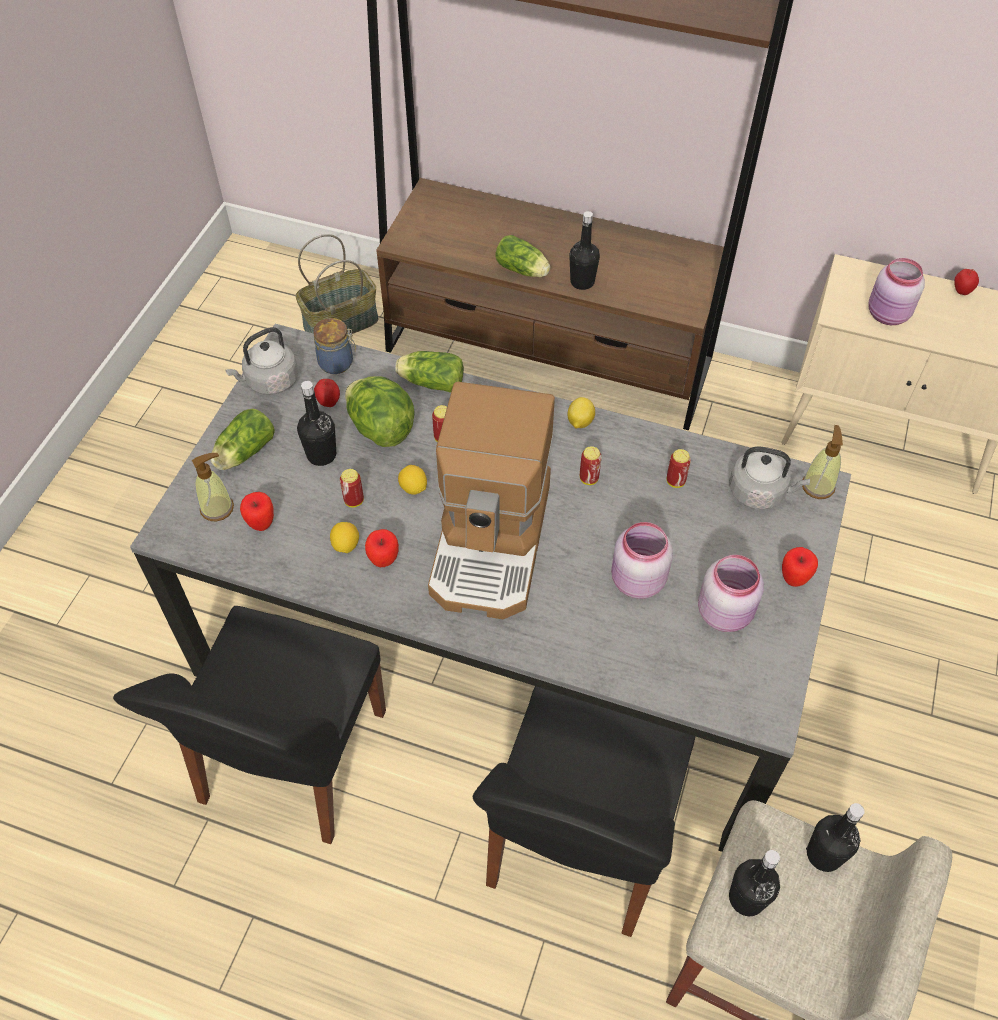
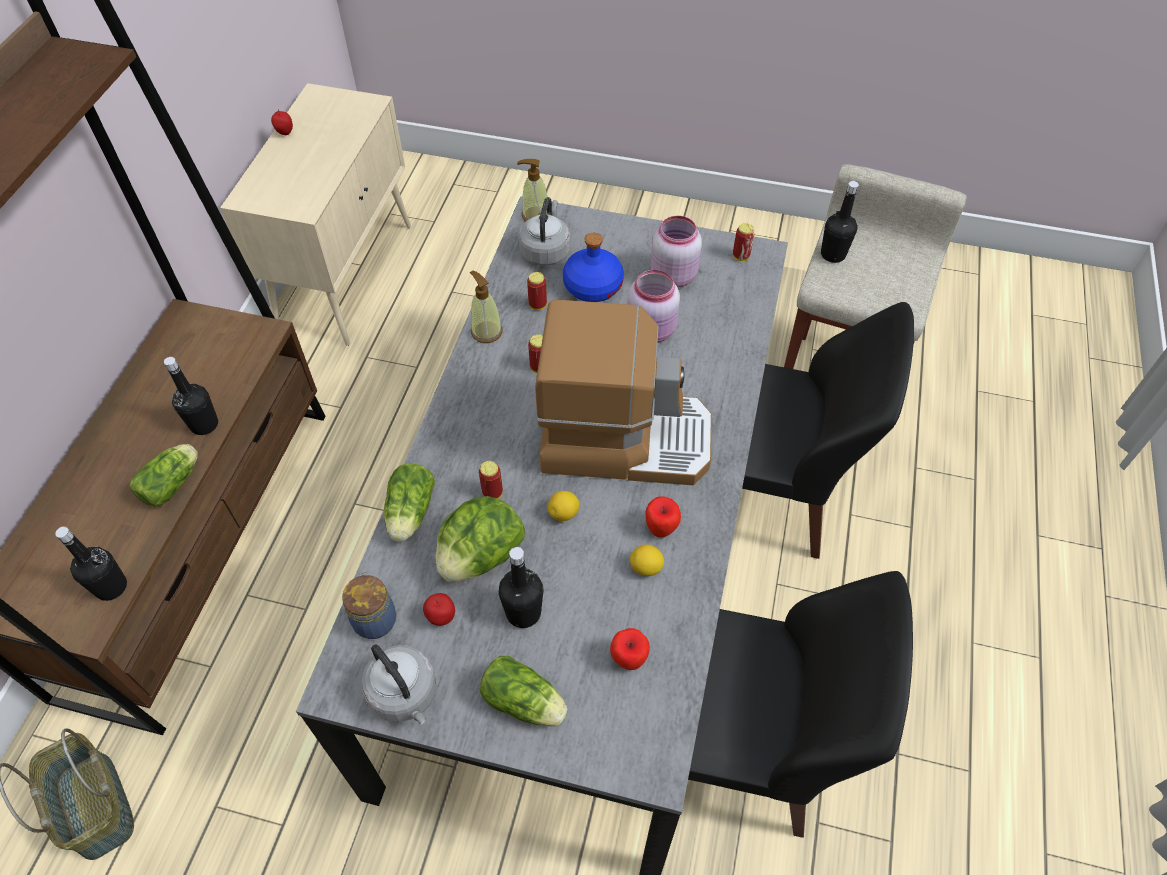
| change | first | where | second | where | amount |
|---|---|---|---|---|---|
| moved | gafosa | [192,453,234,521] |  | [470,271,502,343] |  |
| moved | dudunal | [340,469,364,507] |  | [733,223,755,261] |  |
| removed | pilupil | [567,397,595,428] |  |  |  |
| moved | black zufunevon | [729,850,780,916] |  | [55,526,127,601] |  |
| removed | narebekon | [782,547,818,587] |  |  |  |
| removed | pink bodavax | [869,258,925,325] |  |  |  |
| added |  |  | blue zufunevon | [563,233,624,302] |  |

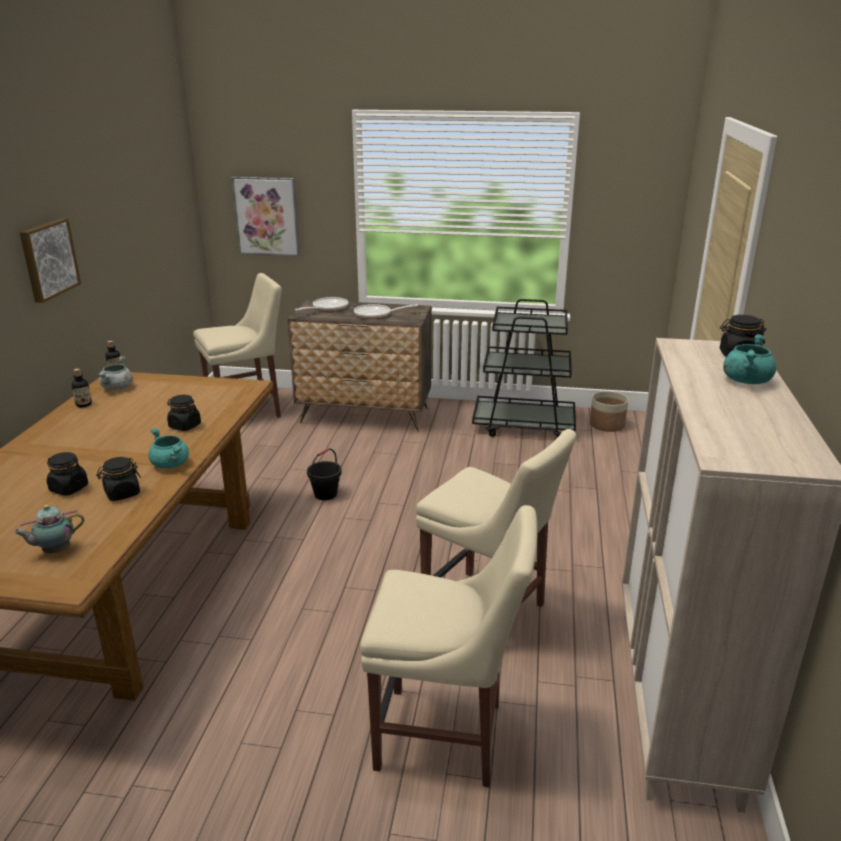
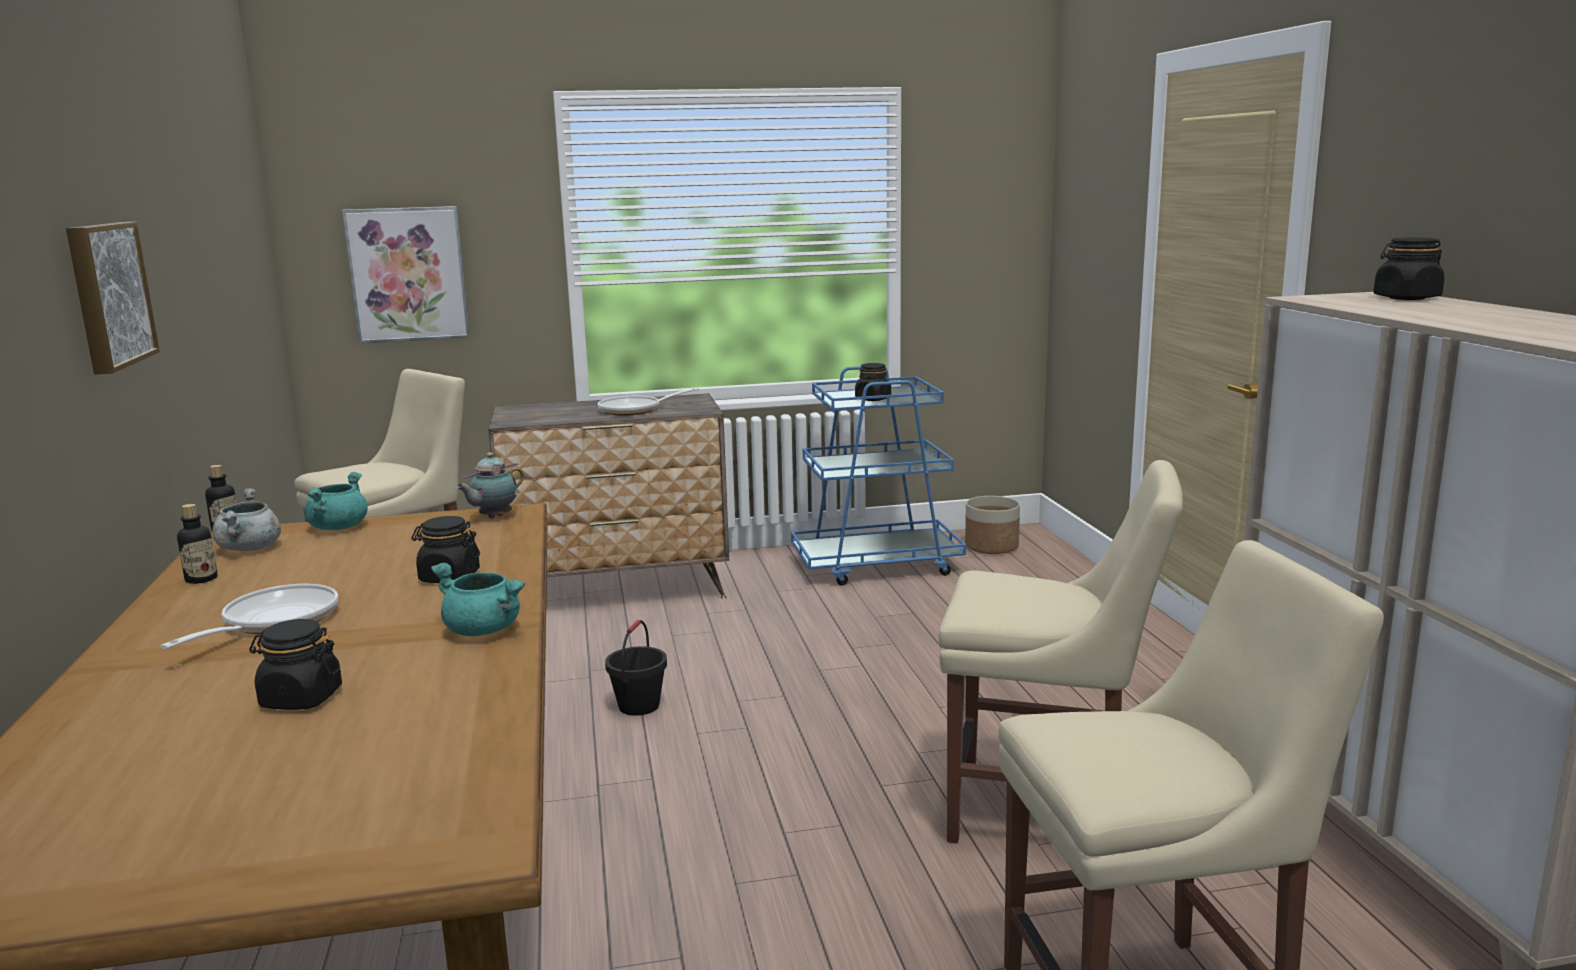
| change | first | where | second | where | amount |
|---|---|---|---|---|---|
| moved | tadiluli | [14,505,84,553] |  | [456,452,524,519] |  |
| moved | black bodavax | [96,457,141,501] |  | [855,363,891,401] |  |
| moved | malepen | [295,297,348,312] |  | [160,584,338,649] |  |
| recoloured | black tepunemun | [472,299,576,438] | blue tepunemun | [791,366,966,585] |  |
| moved | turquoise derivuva | [723,334,776,384] |  | [304,472,368,530] |  |

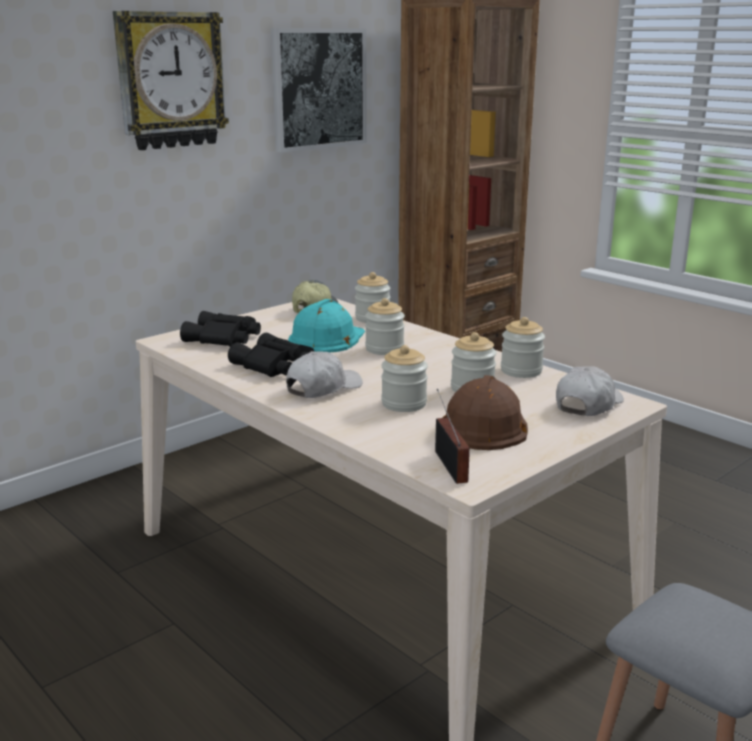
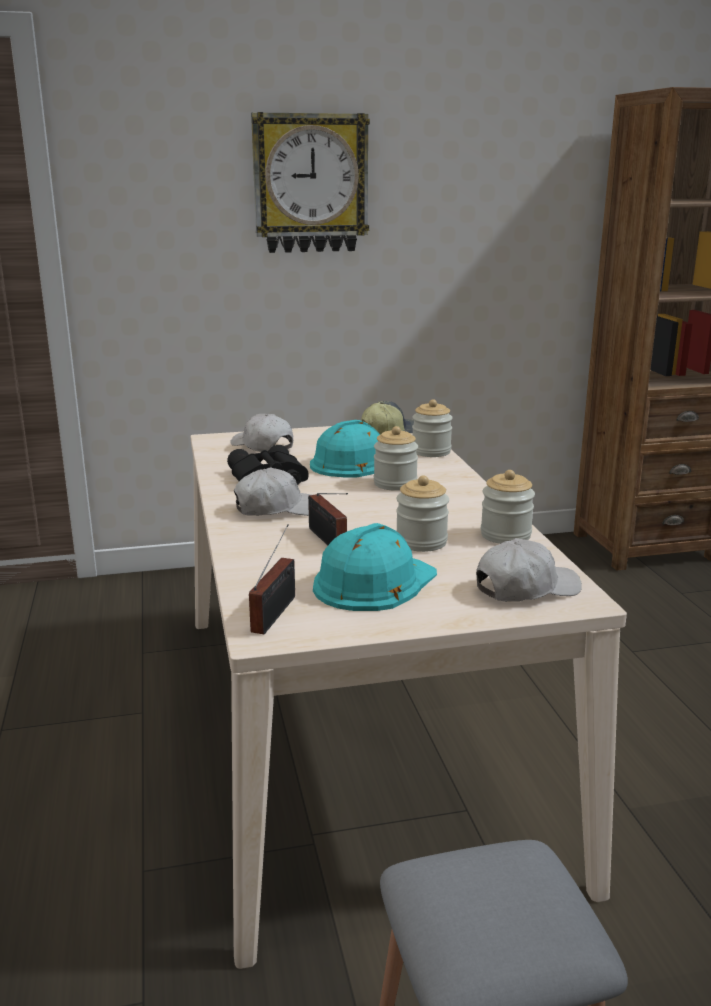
| change | first | where | second | where | amount |
|---|---|---|---|---|---|
| replaced | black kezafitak | [180,311,261,347] | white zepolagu | [230,414,293,452] |  |
| removed | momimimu | [271,28,367,152] |  |  |  |
| replaced | bodavax | [381,345,428,412] | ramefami | [308,493,348,546] |  |
| recoloured | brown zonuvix | [443,375,528,450] | turquoise zonuvix | [313,523,437,611] |  |

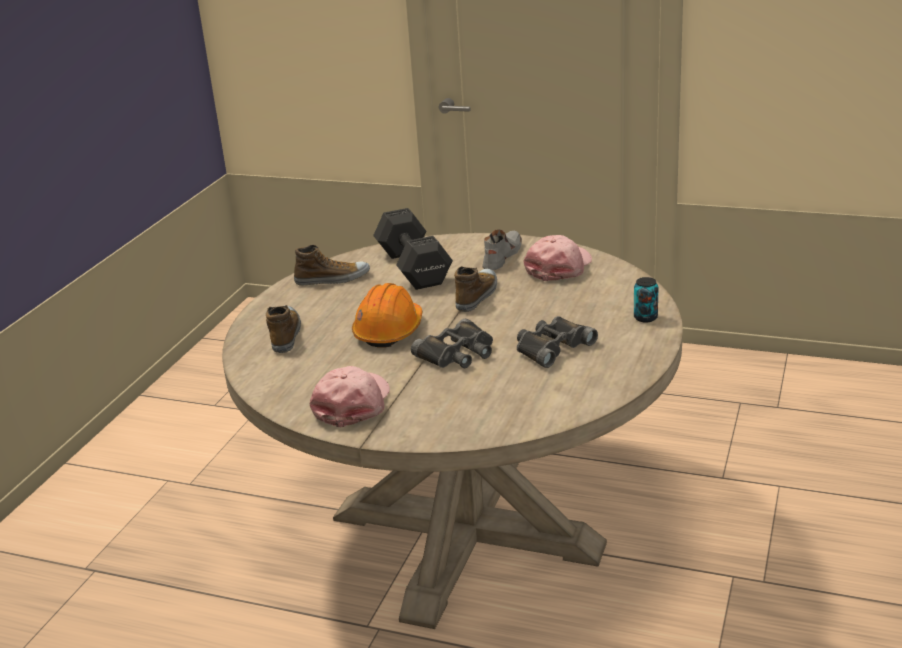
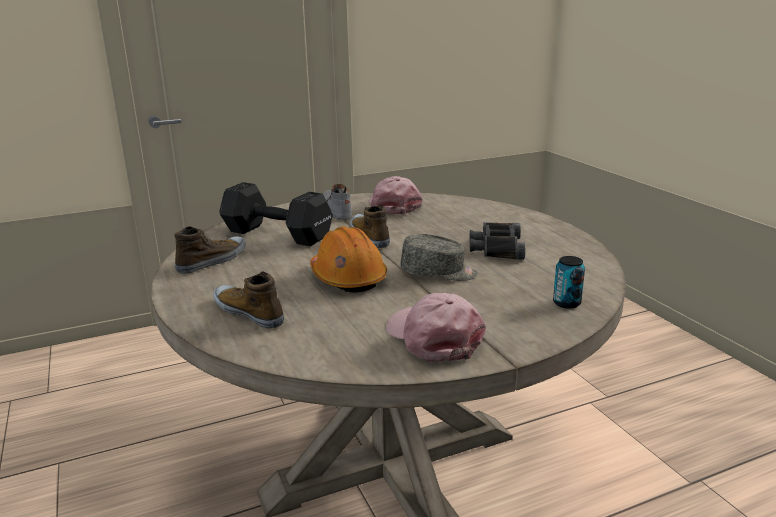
| change | first | where | second | where | amount |
|---|---|---|---|---|---|
| replaced | black kezafitak | [411,319,493,368] | grey zepolagu | [400,234,478,281] |  |
| moved | dudunal | [634,277,658,323] |  | [553,256,585,309] |  |

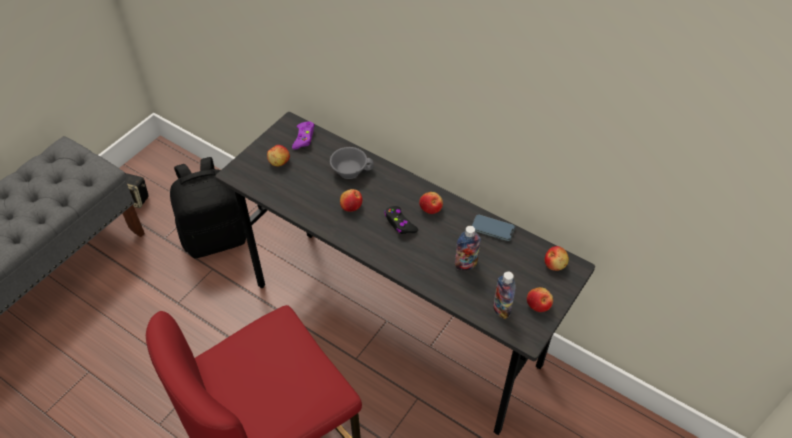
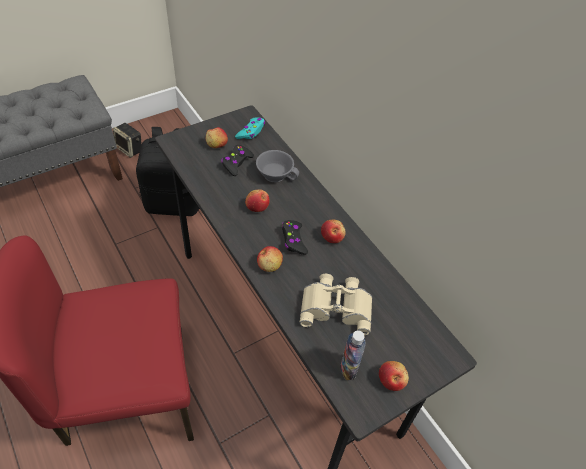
| change | first | where | second | where | amount |
|---|---|---|---|---|---|
| recoloured | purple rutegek | [292,122,315,150] | turquoise rutegek | [235,117,265,139] |  |
| replaced | zufunevon | [455,226,481,270] | beige kezafitak | [300,274,372,335] |  |
| removed | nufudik | [472,215,515,241] |  |  |  |
| moved | narebekon | [544,246,569,271] |  | [257,246,283,272] |  |
| added |  |  | black rutegek | [221,145,254,176] |  |

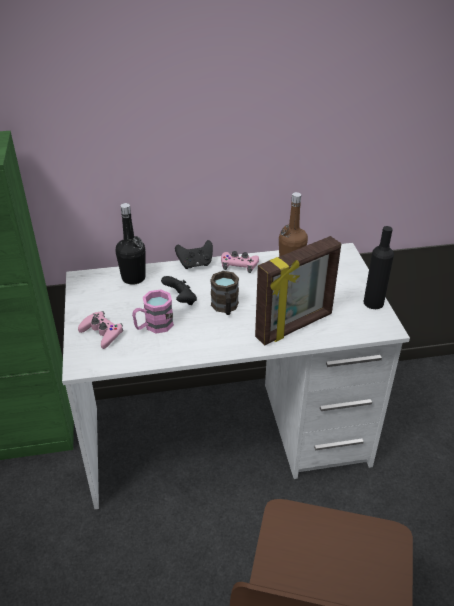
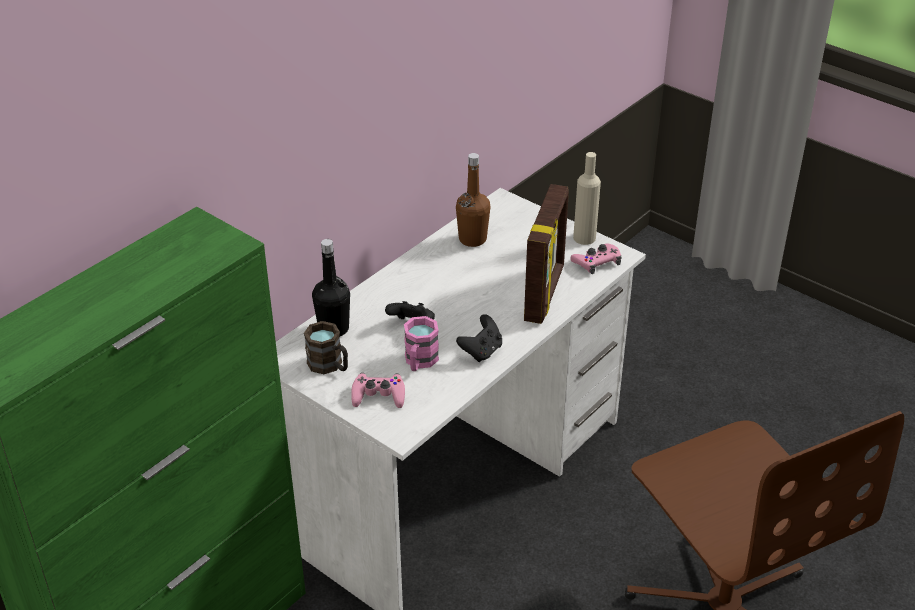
| change | first | where | second | where | amount |
|---|---|---|---|---|---|
| moved | black rutegek | [175,240,213,269] |  | [456,314,502,362] |  |
| moved | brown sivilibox | [210,271,239,315] |  | [304,321,348,374] |  |
| moved | pink rutegek | [221,251,259,273] |  | [571,243,622,274] |  |
| recoloured | black zufunevon | [363,226,394,309] | beige zufunevon | [573,152,601,245] |  |

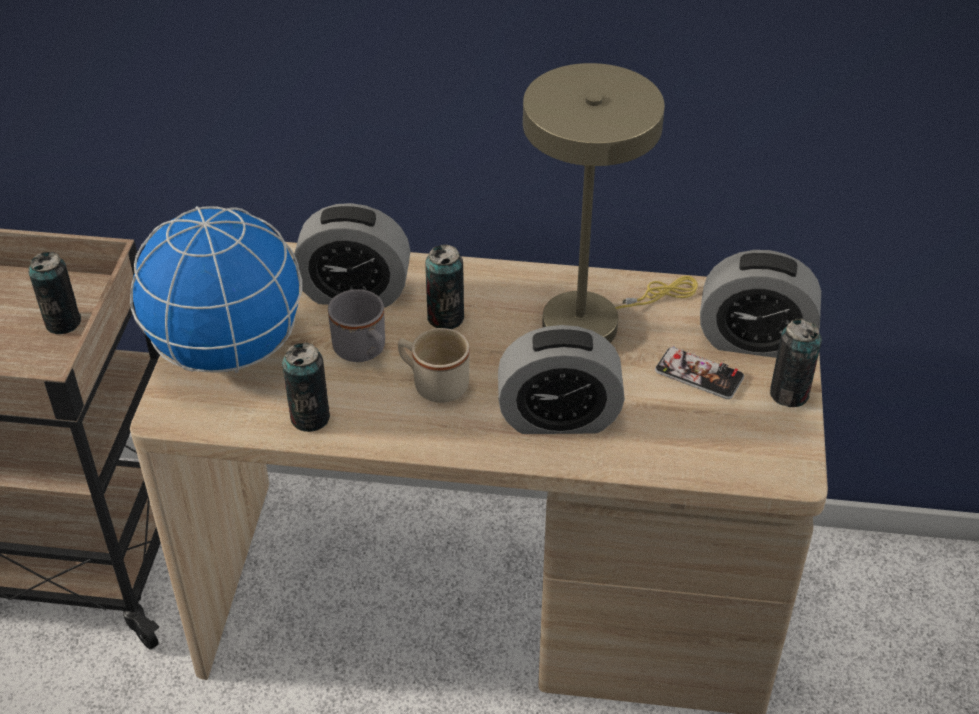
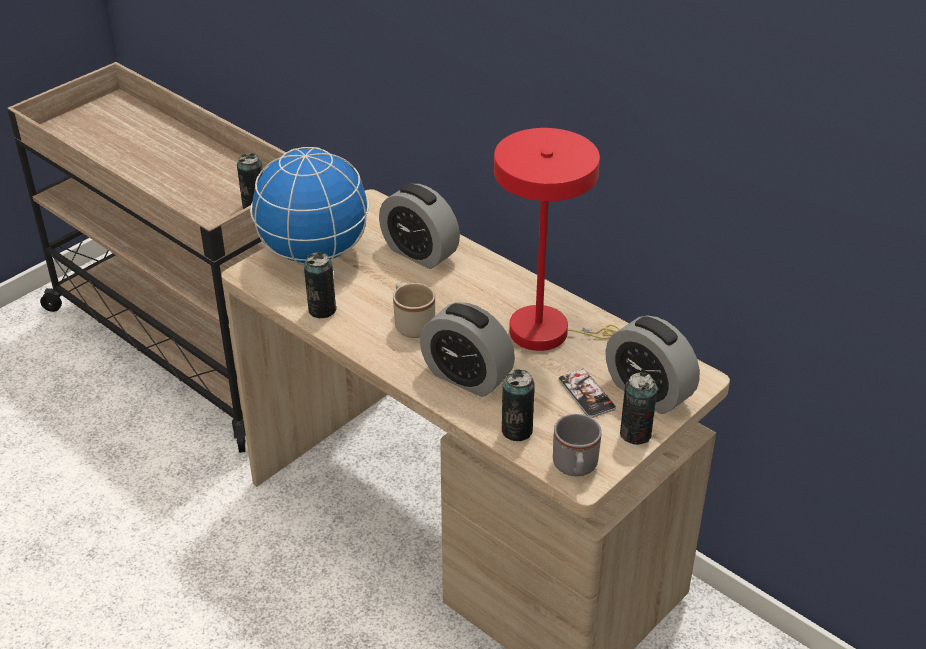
| change | first | where | second | where | amount |
|---|---|---|---|---|---|
| moved | grey sivilibox | [328,289,385,362] |  | [553,414,602,477] |  |
| moved | dudunal | [425,244,464,329] |  | [502,369,535,441] |  |
| recoloured | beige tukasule | [523,63,698,343] | red tukasule | [494,128,620,351] |  |

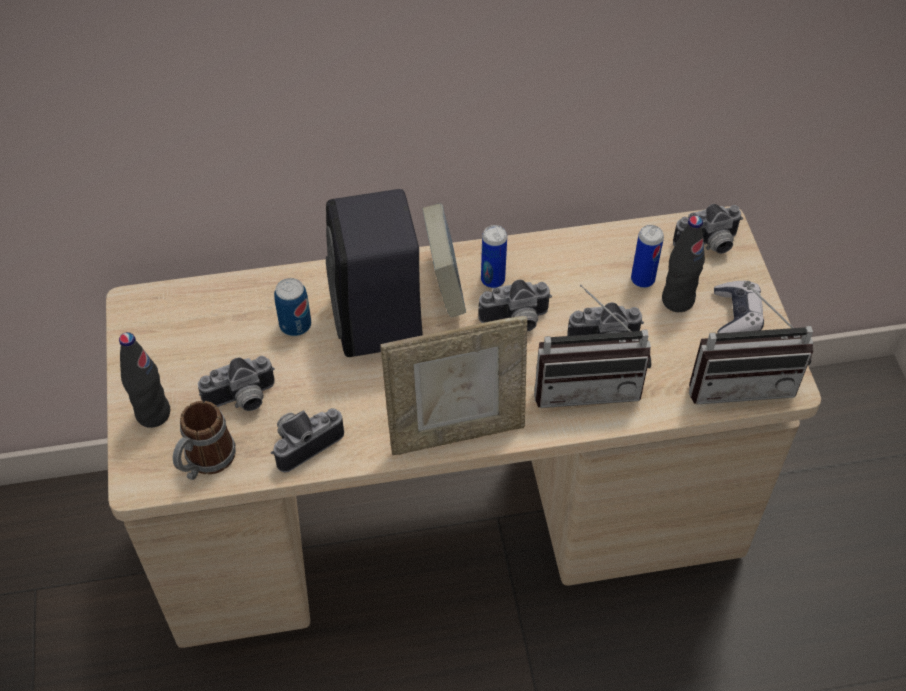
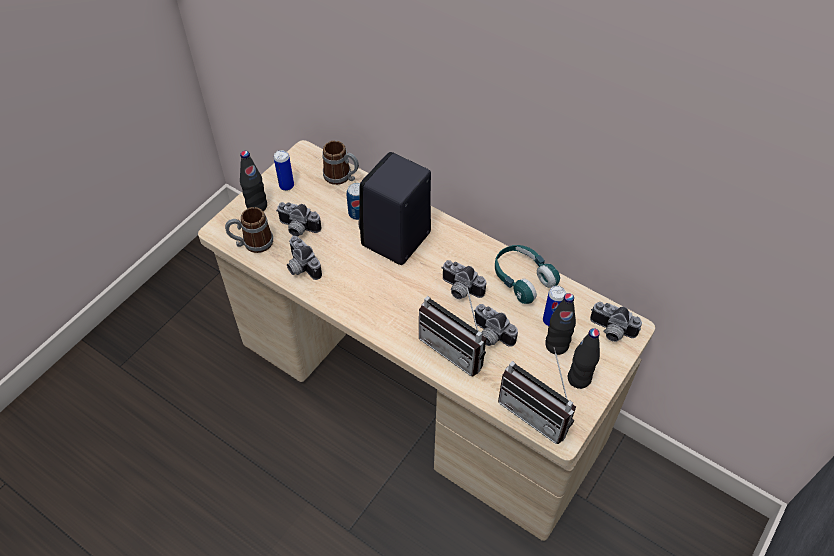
| change | first | where | second | where | amount |
|---|---|---|---|---|---|
| turned | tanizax | [271,408,344,473] |  | [287,236,322,280] | 135 degrees counterclockwise |
| removed | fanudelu | [380,316,528,455] |  |  |  |
| removed | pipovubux | [423,204,466,317] |  |  |  |
| moved | dudunal | [481,225,507,288] |  | [274,150,294,191] |  |
| replaced | rutegek | [714,281,764,333] | black zufunevon | [568,328,600,389] |  |
| added |  |  | sivilibox | [322,141,359,185] |  |
| added |  |  | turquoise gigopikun | [495,245,560,304] |  |

